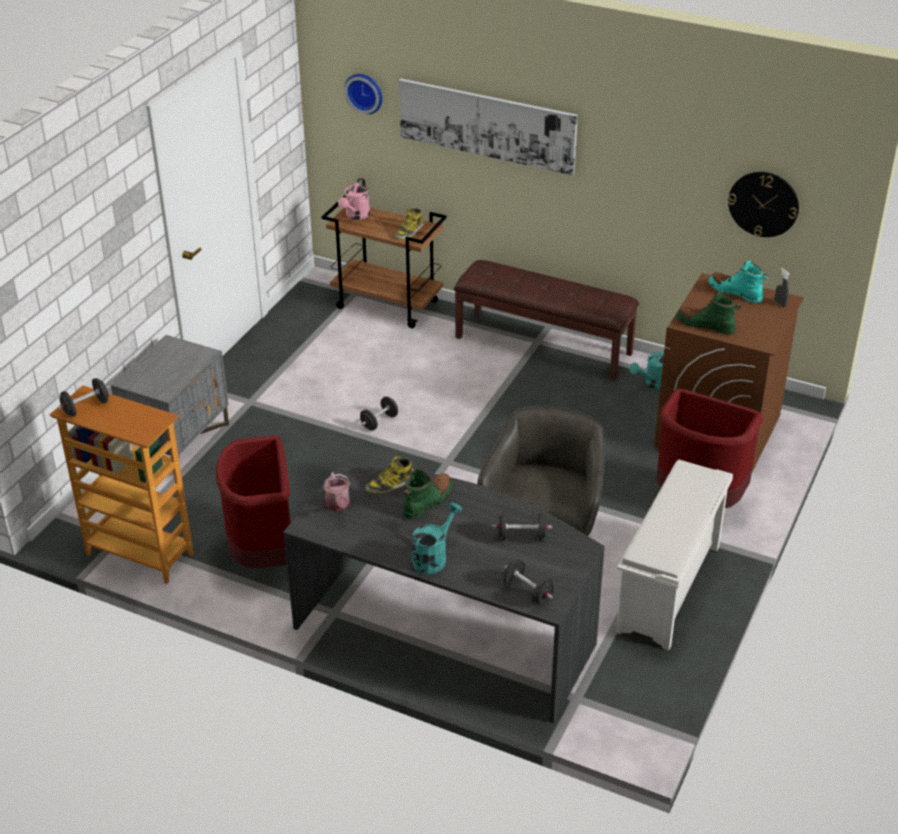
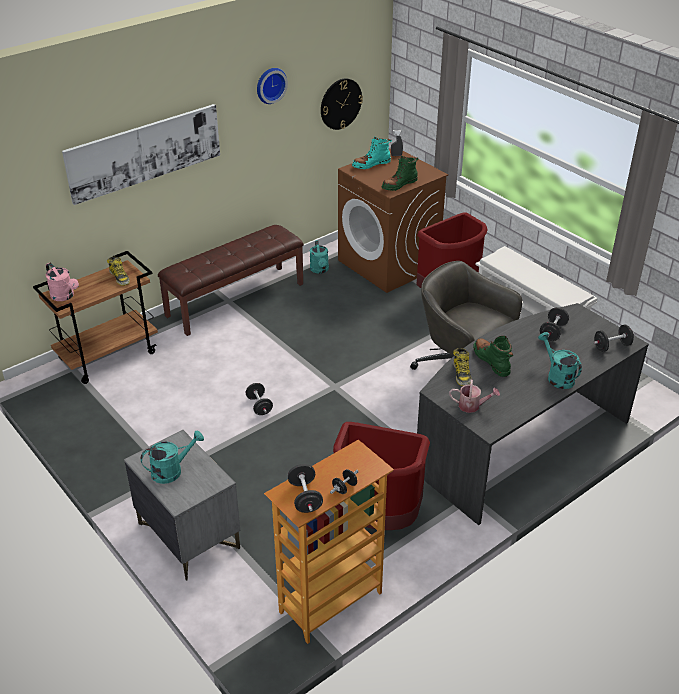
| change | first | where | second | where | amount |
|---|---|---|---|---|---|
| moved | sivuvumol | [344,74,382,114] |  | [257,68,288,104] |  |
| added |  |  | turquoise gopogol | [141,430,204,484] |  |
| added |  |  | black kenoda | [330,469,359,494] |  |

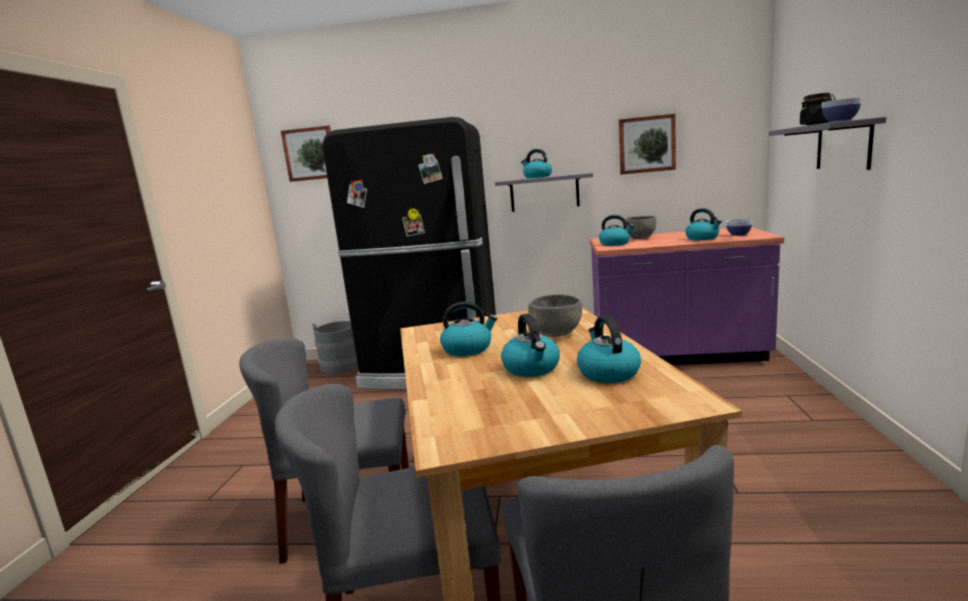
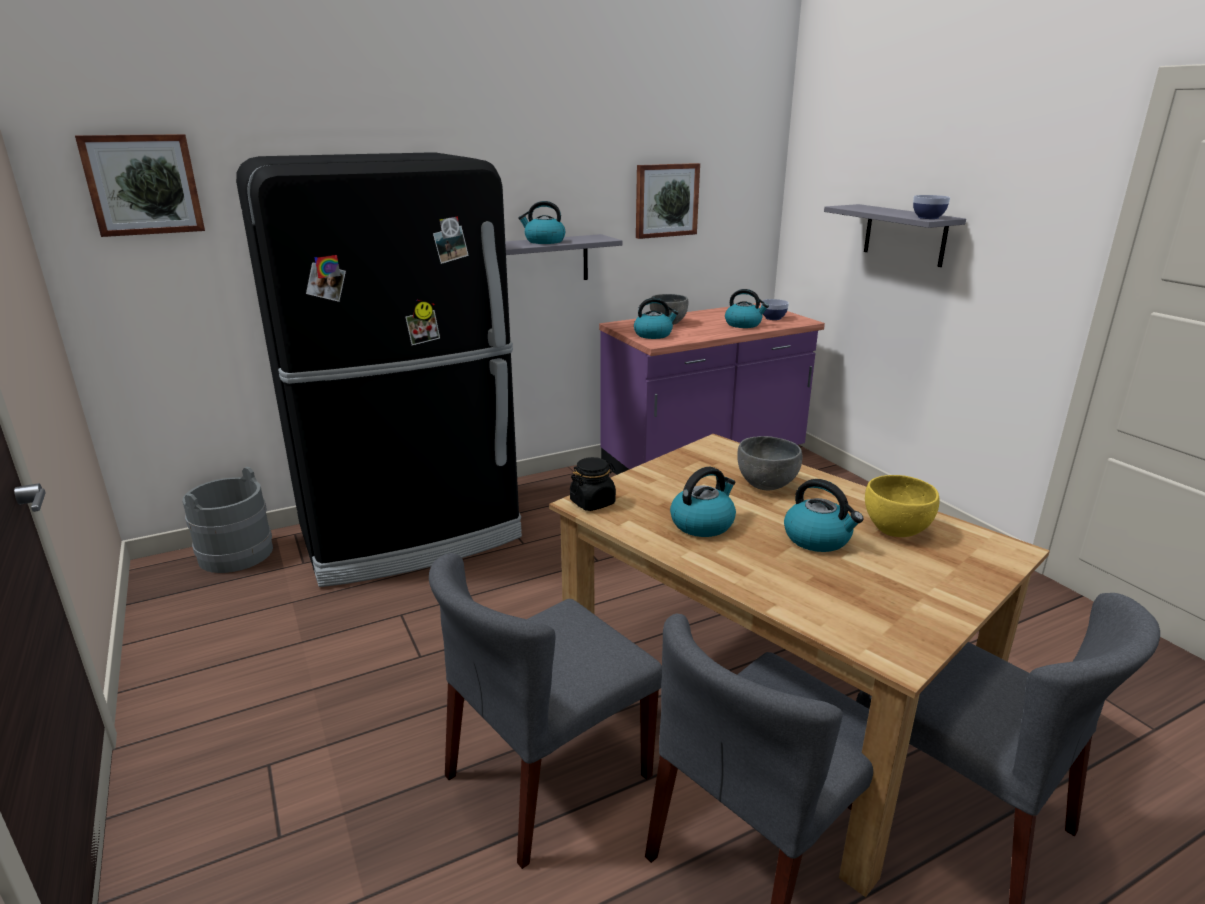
| change | first | where | second | where | amount |
|---|---|---|---|---|---|
| replaced | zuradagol | [577,316,641,383] | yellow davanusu | [865,475,939,537] |  |
| moved | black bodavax | [800,93,836,125] |  | [570,457,616,511] |  |

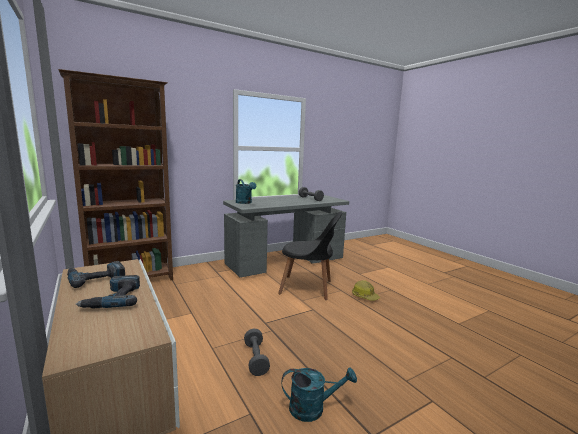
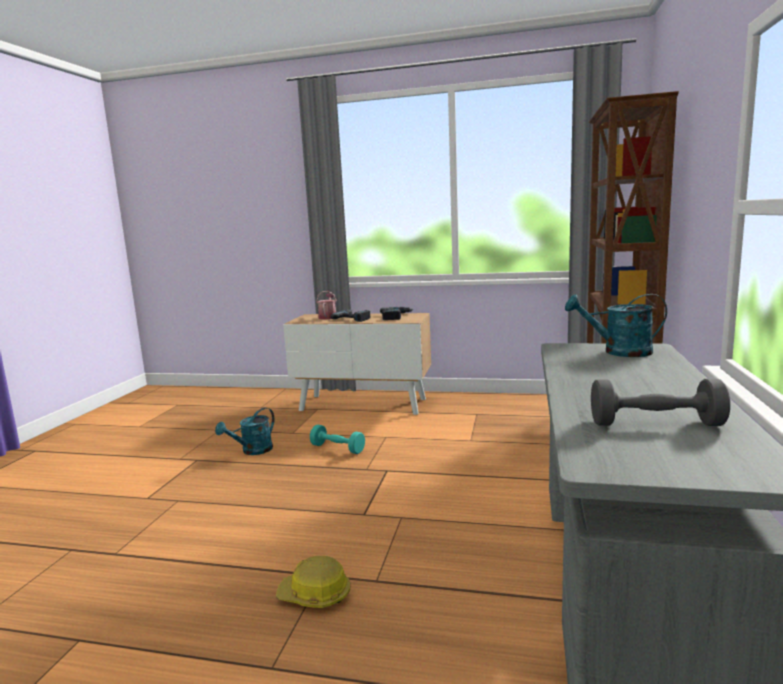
| change | first | where | second | where | amount |
|---|---|---|---|---|---|
| recoloured | grey kenoda | [244,329,270,376] | turquoise kenoda | [310,425,365,454] |  |
| removed | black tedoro | [278,211,342,300] |  |  |  |
| added |  |  | gopogol | [316,291,337,320] |  |

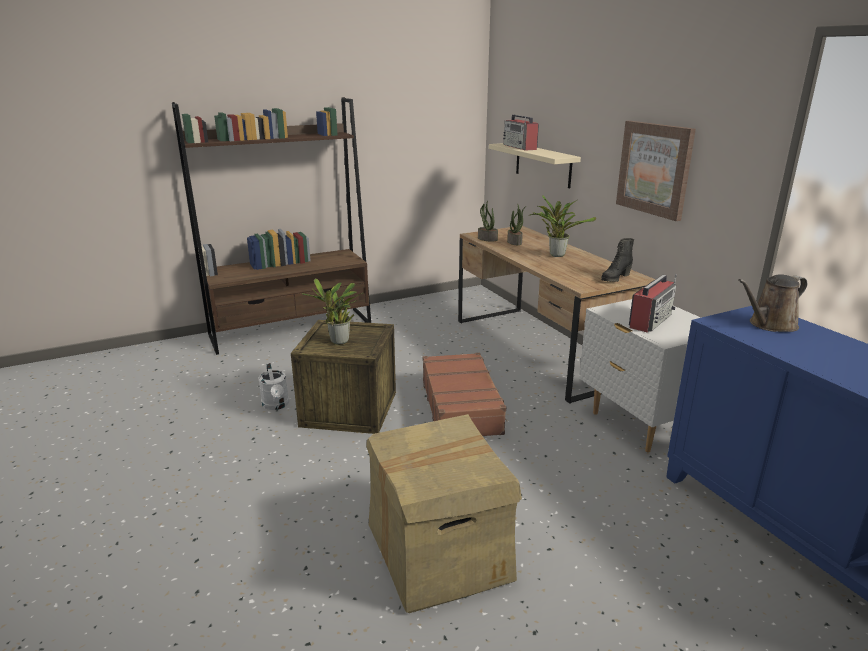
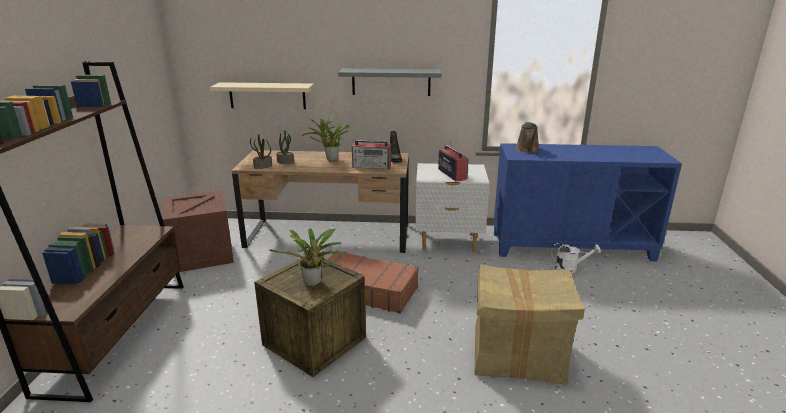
| change | first | where | second | where | amount |
|---|---|---|---|---|---|
| moved | white gopogol | [258,363,289,410] |  | [551,242,601,274] |  |
| moved | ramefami | [503,115,539,151] |  | [352,140,391,169] |  |
| replaced | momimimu | [616,121,696,221] | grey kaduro | [338,68,441,96] |  |
| added |  |  | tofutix | [162,190,234,272] |  |

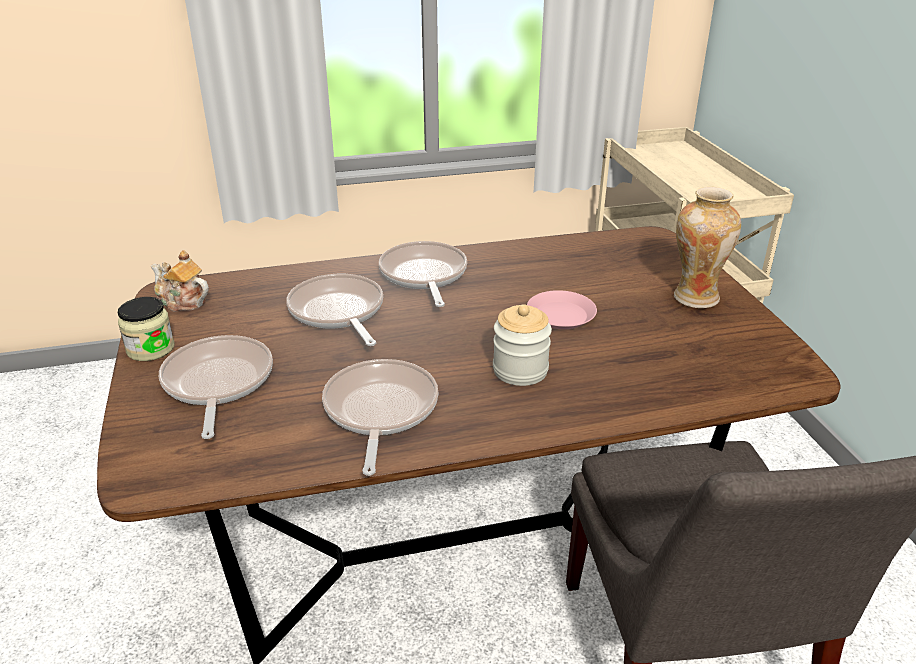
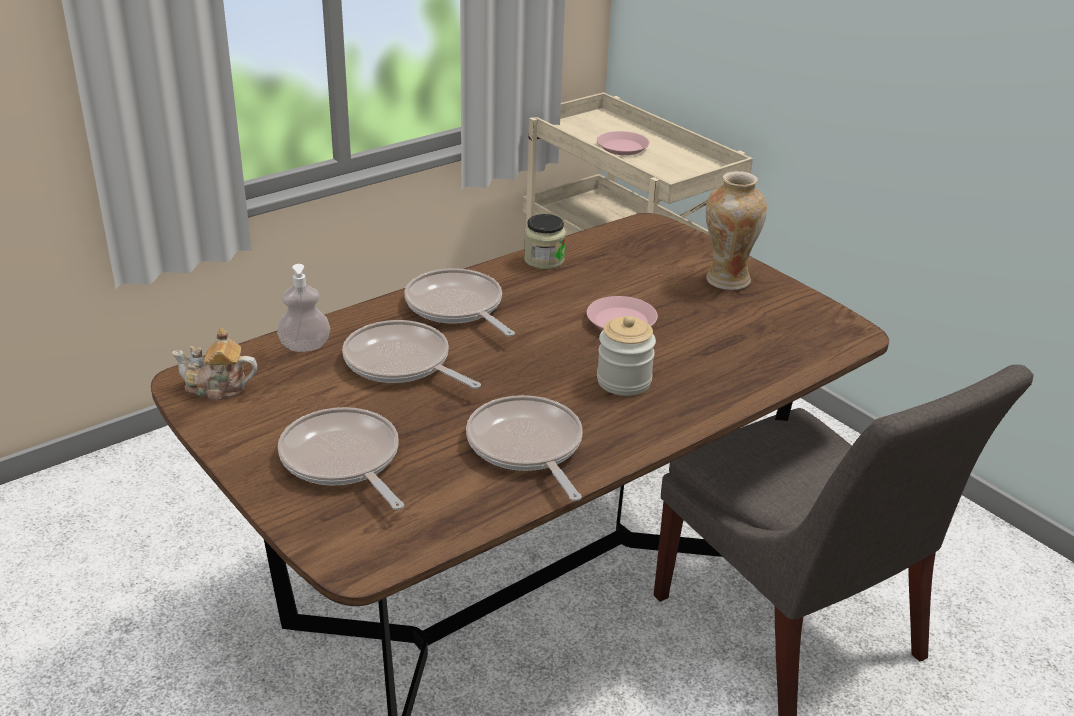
| change | first | where | second | where | amount |
|---|---|---|---|---|---|
| moved | bodavax | [118,297,174,361] |  | [524,214,566,269] |  |
| added |  |  | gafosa | [277,264,330,352] |  |
| added |  |  | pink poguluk | [597,131,649,155] |  |

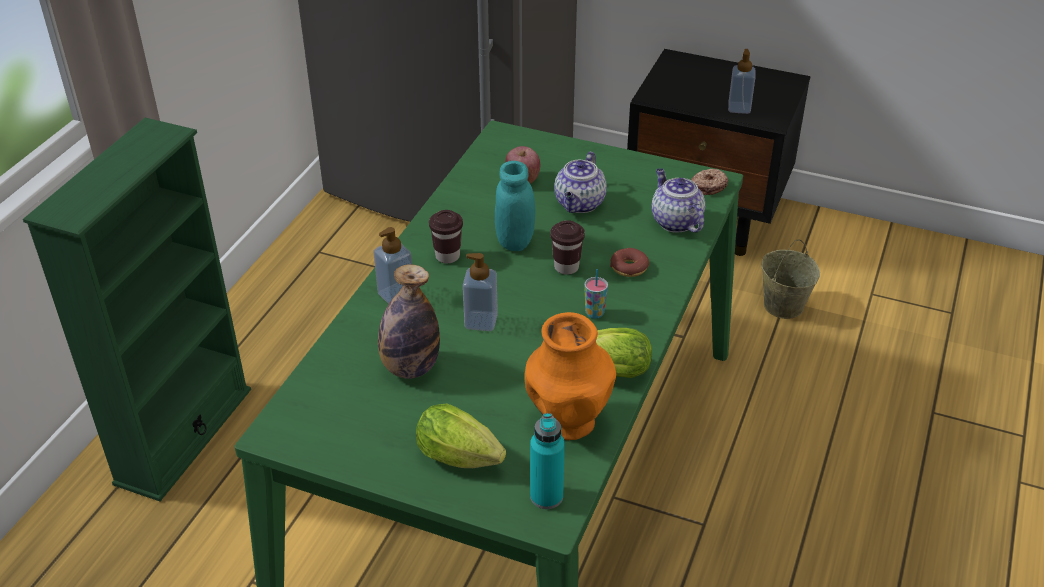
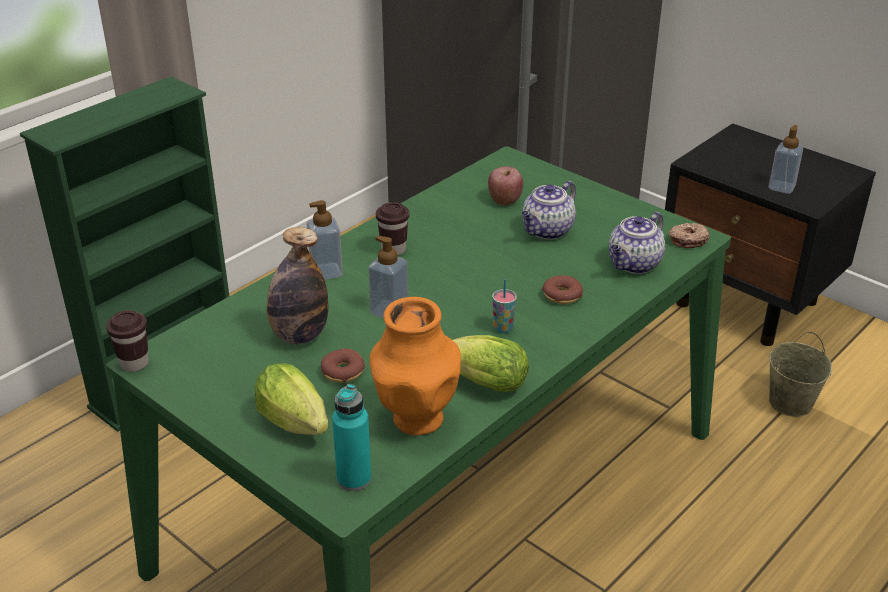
| change | first | where | second | where | amount |
|---|---|---|---|---|---|
| removed | turquoise bodavax | [495,161,536,251] |  |  |  |
| moved | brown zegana | [550,220,585,275] |  | [106,310,149,372] |  |
| turned | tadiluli | [652,168,705,233] |  | [609,212,665,274] | 135 degrees counterclockwise |
| added |  |  | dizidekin | [321,348,365,383] |  |

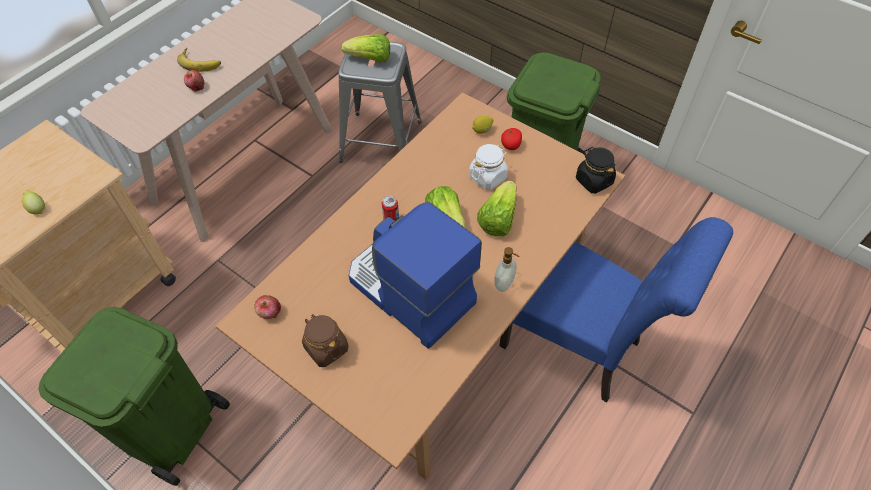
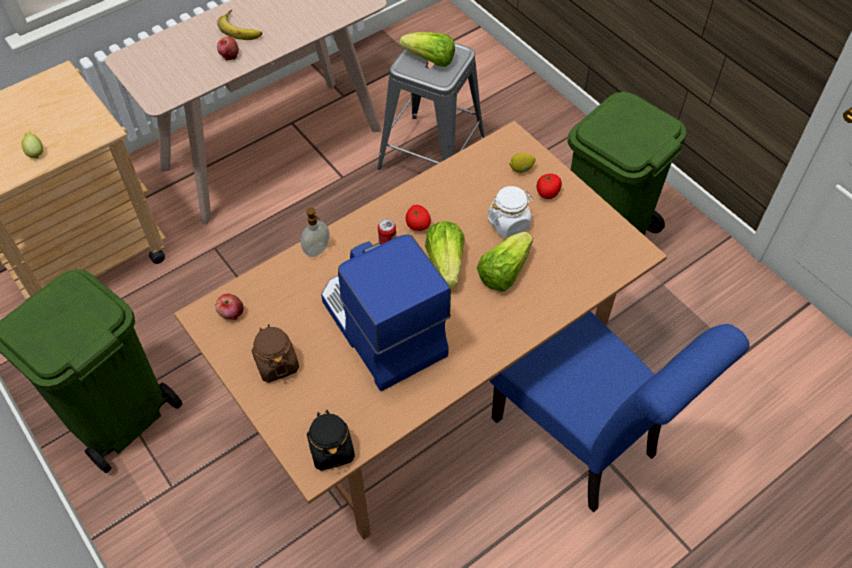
| change | first | where | second | where | amount |
|---|---|---|---|---|---|
| moved | gafosa | [494,247,520,292] |  | [301,207,330,257] |  |
| moved | black bodavax | [576,147,616,194] |  | [307,409,355,471] |  |
| added |  |  | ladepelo | [406,205,431,231] |  |

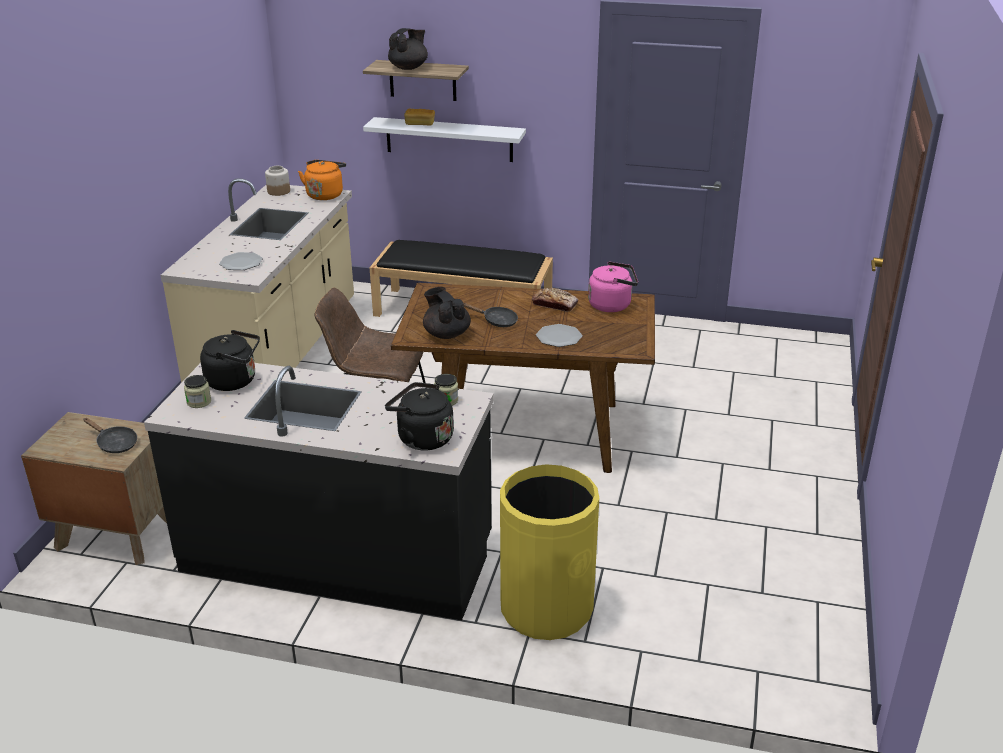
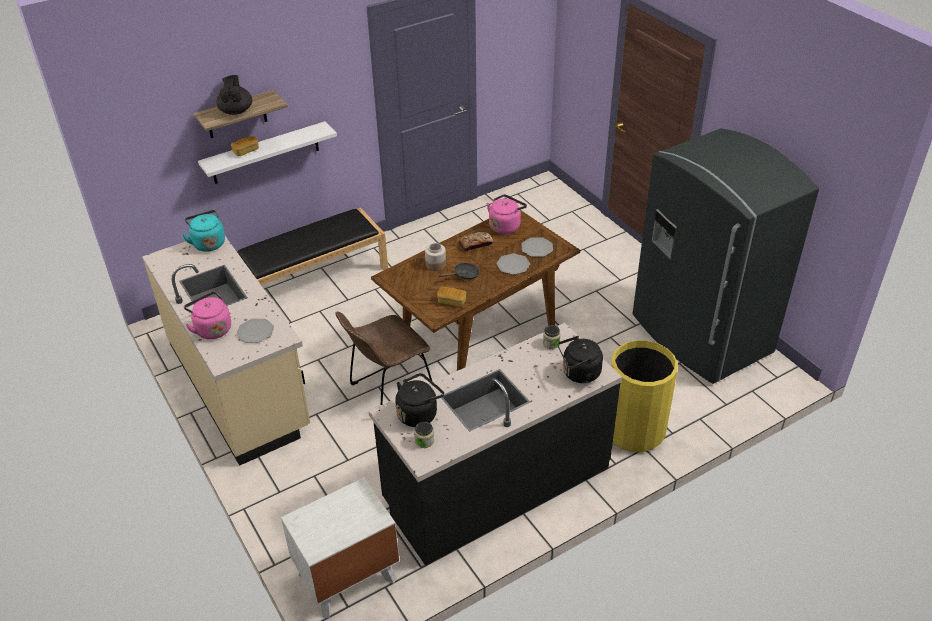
| change | first | where | second | where | amount |
|---|---|---|---|---|---|
| recoloured | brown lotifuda | [21,412,167,565] | white lotifuda | [281,478,400,618] |  |
| removed | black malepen | [83,418,137,453] |  |  |  |
| moved | bodavax | [265,166,290,196] |  | [425,243,446,271] |  |
| recoloured | orange zuradagol | [298,160,346,200] | turquoise zuradagol | [182,210,225,252] |  |
| replaced | black tadiluli | [423,287,471,339] | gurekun | [437,287,466,307] |  |
| added |  |  | pink zuradagol | [184,292,231,339] |  |
| added |  |  | poguluk | [522,238,553,257] |  |
| added |  |  | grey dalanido | [633,129,819,384] |  |

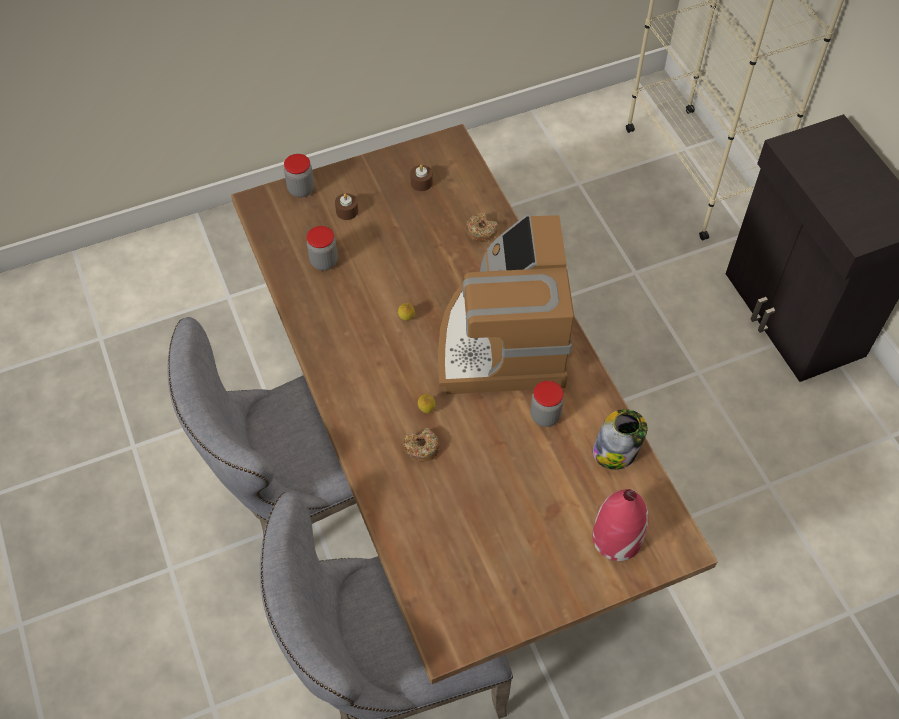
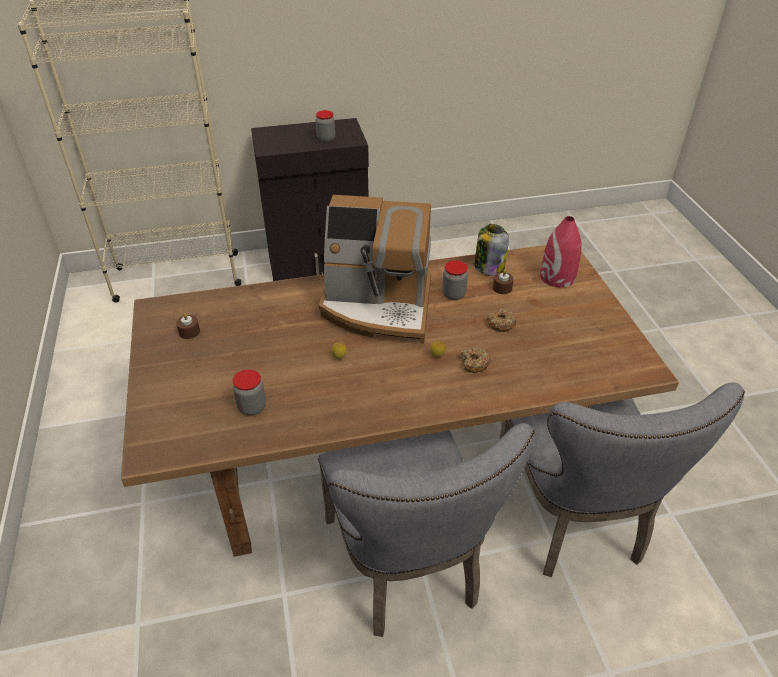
| change | first | where | second | where | amount |
|---|---|---|---|---|---|
| moved | bodavax | [284,154,314,197] |  | [316,110,335,142] |  |
| moved | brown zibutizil | [335,193,358,220] |  | [493,270,514,294] |  |
| moved | dizidekin | [465,212,497,242] |  | [487,308,516,332] |  |

